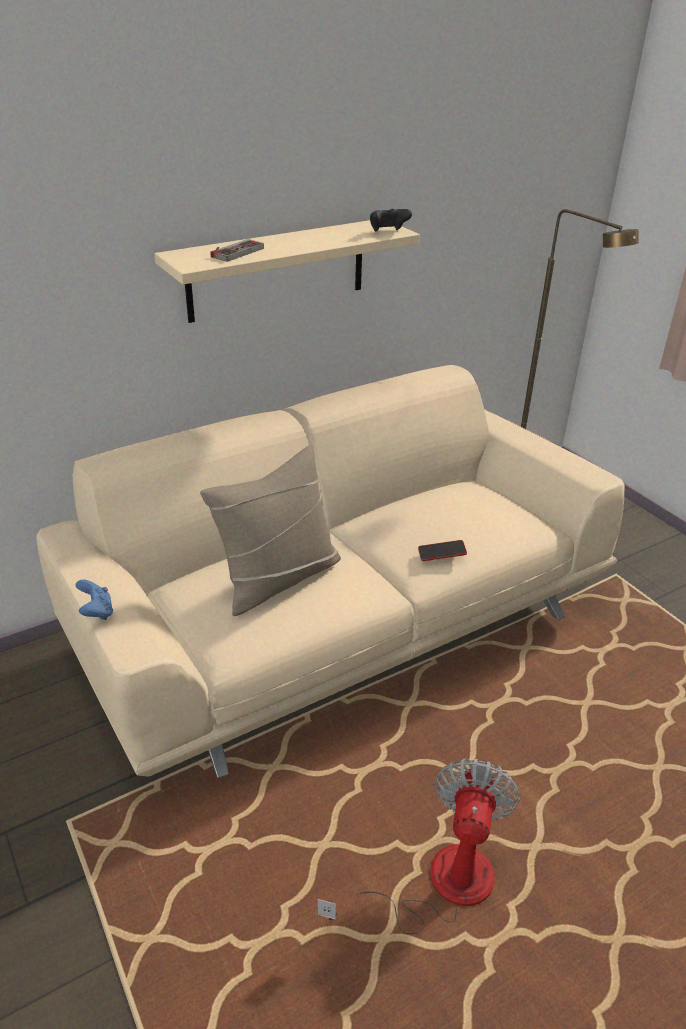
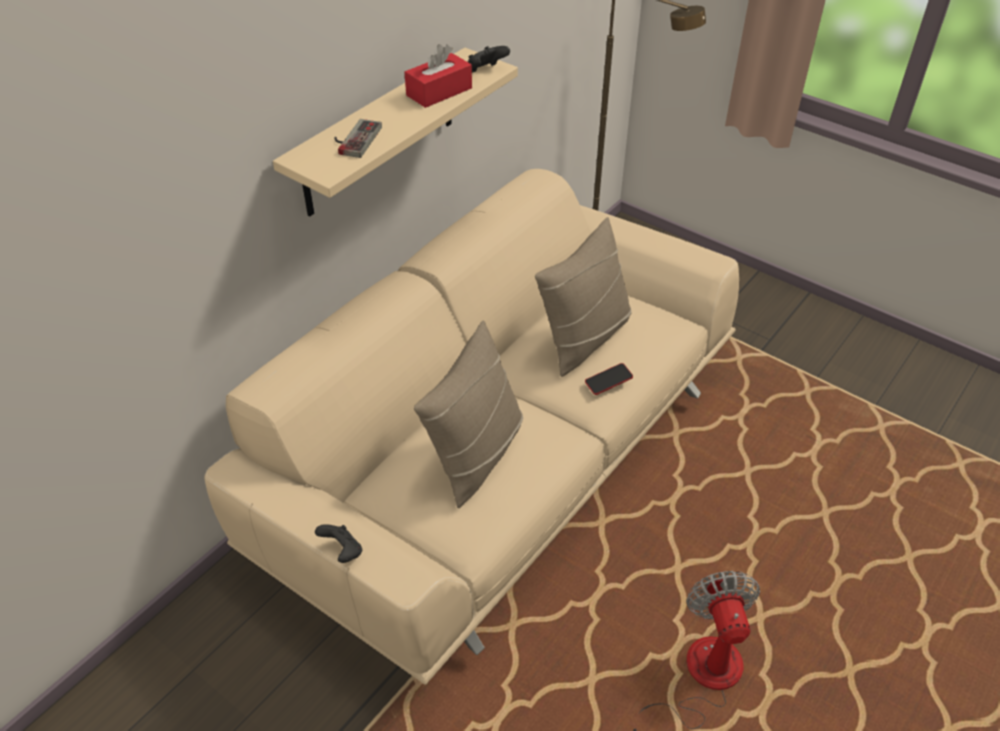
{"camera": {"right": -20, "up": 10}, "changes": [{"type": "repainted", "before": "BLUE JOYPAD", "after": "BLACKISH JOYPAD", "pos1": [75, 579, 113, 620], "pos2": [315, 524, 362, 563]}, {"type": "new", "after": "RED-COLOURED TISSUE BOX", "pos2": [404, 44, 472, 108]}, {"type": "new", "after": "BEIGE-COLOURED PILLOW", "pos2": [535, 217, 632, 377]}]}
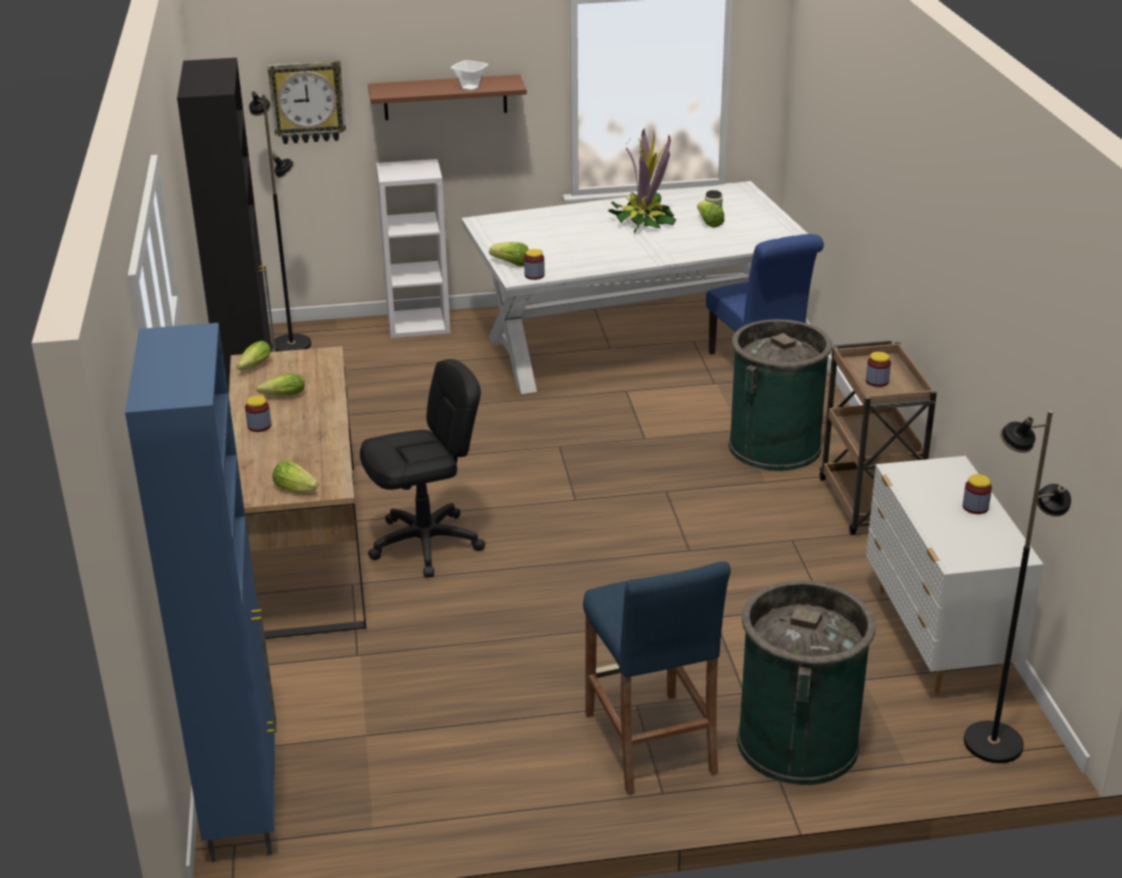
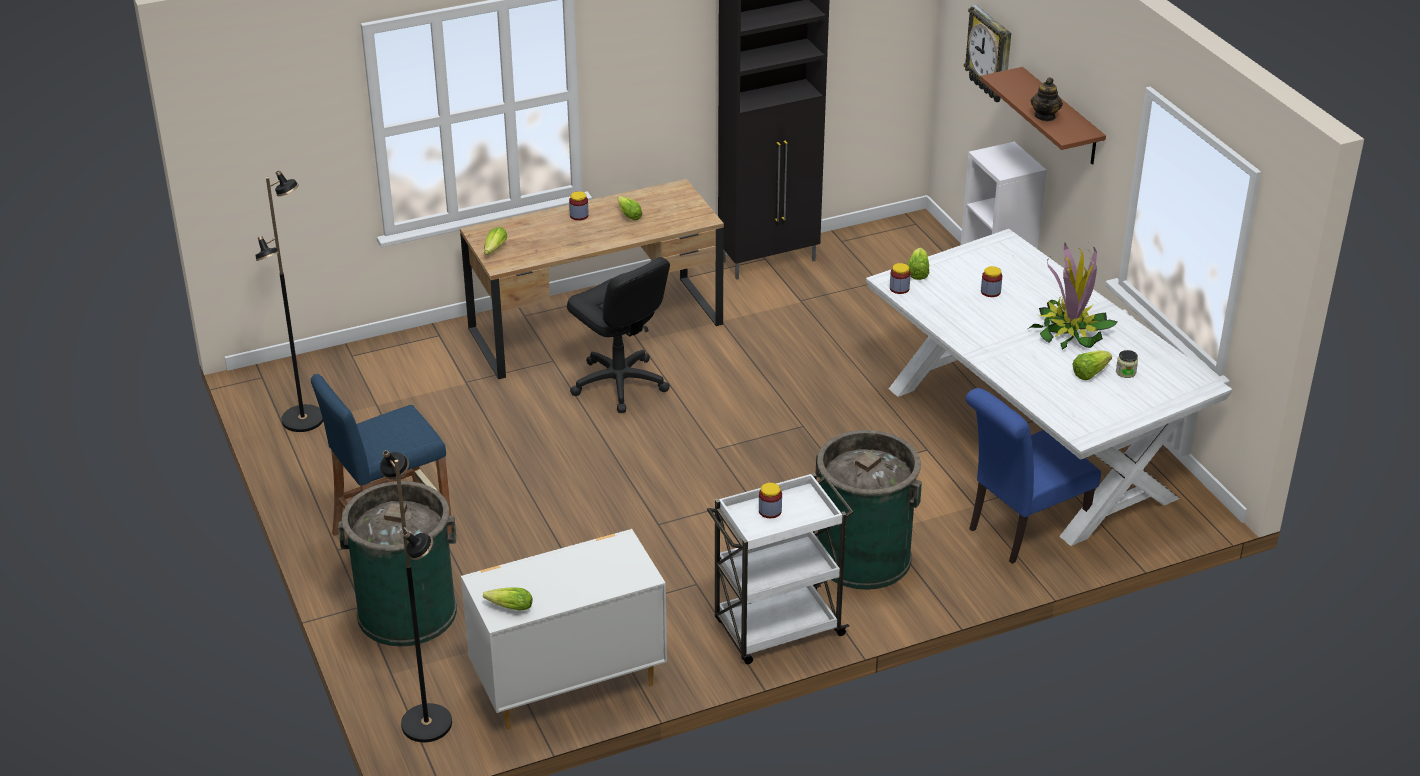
{"camera": {"right": 75, "up": 5}, "changes": [{"type": "swapped", "before": "DEEP DISH", "after": "TEAPOT", "pos1": [451, 60, 488, 91], "pos2": [1031, 78, 1063, 121]}, {"type": "shifted", "before": "BLACKISH FLOOR LAMP", "pos1": [249, 91, 311, 352], "pos2": [255, 170, 323, 432]}, {"type": "gone", "before": "BLUE CUPBOARD", "pos1": [125, 323, 277, 862]}, {"type": "shifted", "before": "HEAD OF LETTUCE", "pos1": [236, 341, 271, 370], "pos2": [483, 587, 533, 611]}, {"type": "repainted", "before": "BROWN-COLOURED WHEELED CART", "after": "WHITE WHEELED CART", "pos1": [819, 341, 937, 535], "pos2": [707, 473, 854, 664]}, {"type": "shifted", "before": "STORAGE JAR", "pos1": [962, 474, 992, 514], "pos2": [981, 266, 1002, 297]}]}
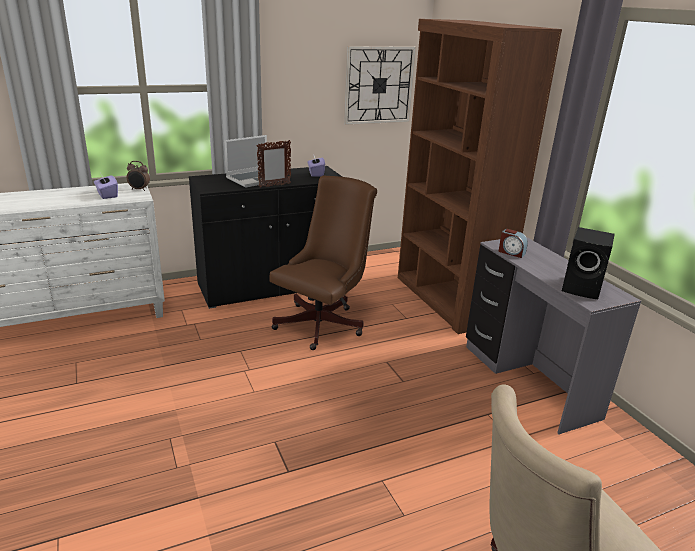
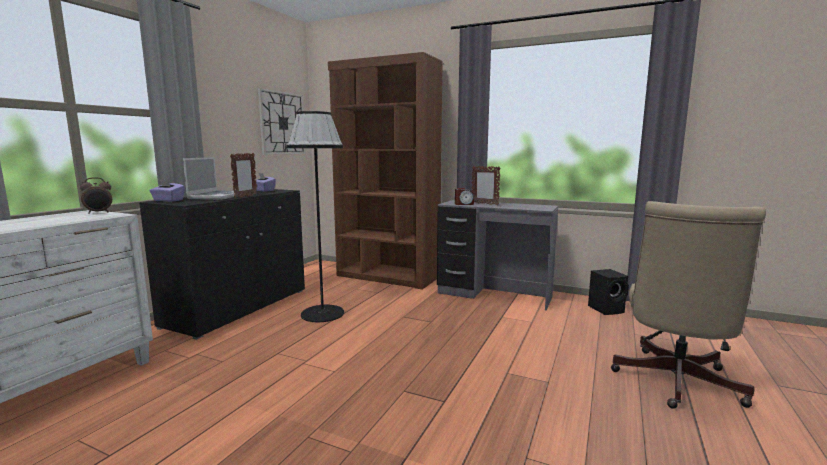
{"camera": {"right": -40, "up": -15}, "changes": [{"type": "shifted", "before": "PURPLE-COLOURED TISSUE BOX", "pos1": [94, 174, 118, 199], "pos2": [149, 179, 185, 202]}, {"type": "swapped", "before": "BROWN-COLOURED DESK CHAIR", "after": "BLACKISH FLOOR LAMP", "pos1": [270, 176, 377, 350], "pos2": [287, 111, 344, 322]}, {"type": "shifted", "before": "BLACKISH SPEAKER", "pos1": [562, 227, 615, 299], "pos2": [588, 269, 629, 315]}, {"type": "new", "after": "PICTURE FRAME", "pos2": [472, 166, 500, 205]}]}
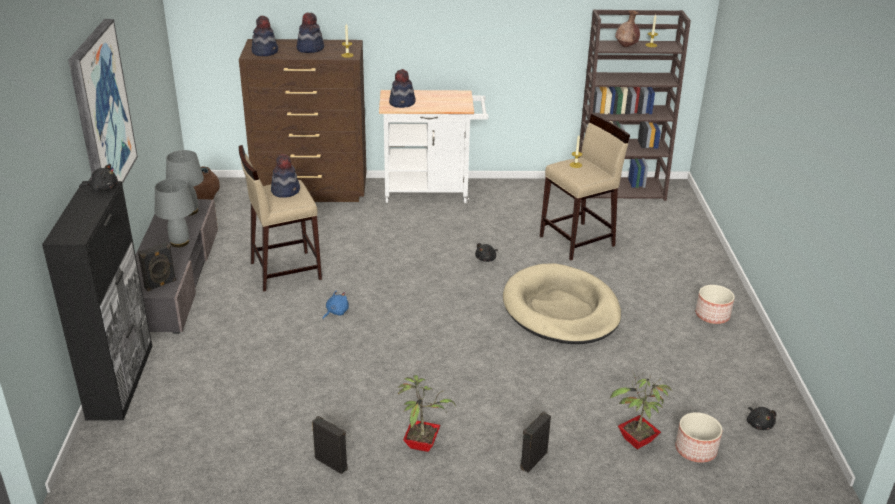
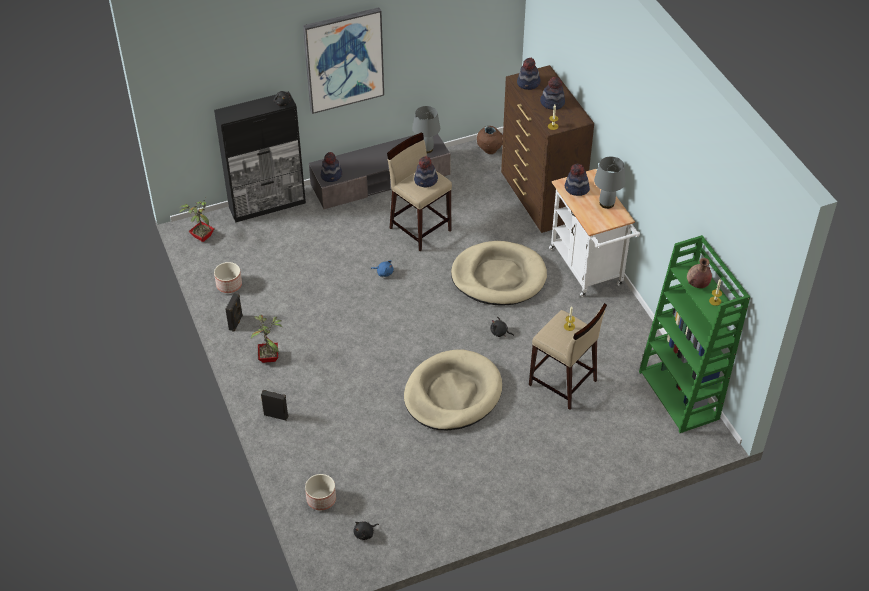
{"camera": {"right": 70, "up": 15}, "changes": [{"type": "repainted", "before": "BROWN-COLOURED BOOKSHELF", "after": "GREEN-COLOURED BOOKSHELF", "pos1": [578, 9, 691, 201], "pos2": [639, 235, 750, 433]}, {"type": "shifted", "before": "GREY TABLE LAMP", "pos1": [155, 178, 195, 247], "pos2": [594, 157, 625, 209]}, {"type": "swapped", "before": "BLACKISH SPEAKER", "after": "CLOTHING HAT", "pos1": [138, 242, 176, 292], "pos2": [321, 152, 342, 182]}, {"type": "shifted", "before": "FLOWER POT", "pos1": [696, 285, 735, 324], "pos2": [214, 262, 242, 293]}, {"type": "shifted", "before": "POTTED PLANT", "pos1": [610, 371, 672, 449], "pos2": [179, 196, 215, 242]}, {"type": "new", "after": "BEIGE-COLOURED DOG BED", "pos2": [451, 241, 547, 305]}]}
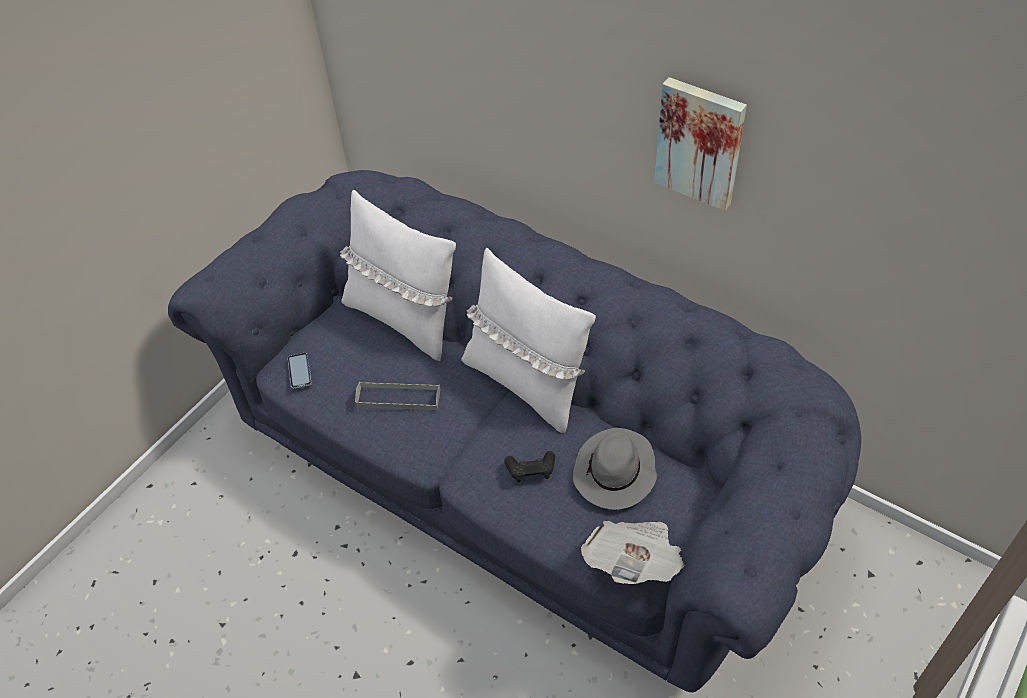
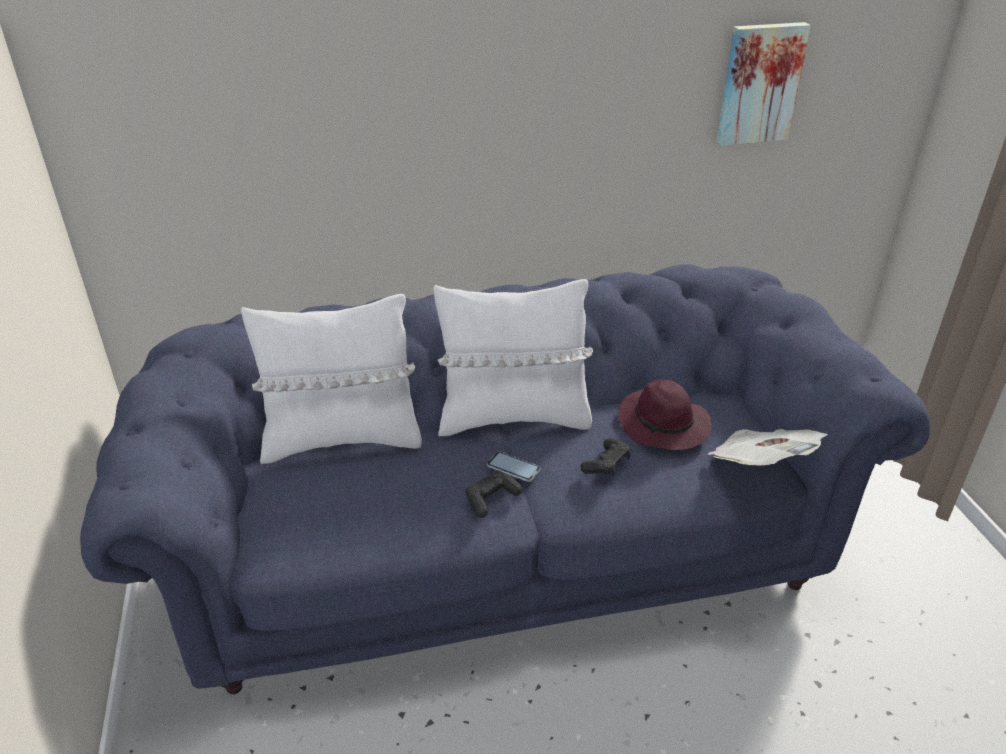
{"camera": {"right": -50, "up": -15}, "changes": [{"type": "shifted", "before": "WALL ART", "pos1": [654, 77, 747, 211], "pos2": [717, 22, 811, 145]}, {"type": "shifted", "before": "TELEPHONE", "pos1": [287, 353, 312, 389], "pos2": [487, 451, 540, 482]}, {"type": "gone", "before": "GREY SERVING TRAY", "pos1": [355, 382, 441, 410]}, {"type": "repainted", "before": "GREY CLOTHING HAT", "after": "PURPLE-COLOURED CLOTHING HAT", "pos1": [573, 428, 657, 510], "pos2": [618, 380, 712, 450]}, {"type": "new", "after": "BLACKISH JOYPAD", "pos2": [466, 470, 522, 518]}]}
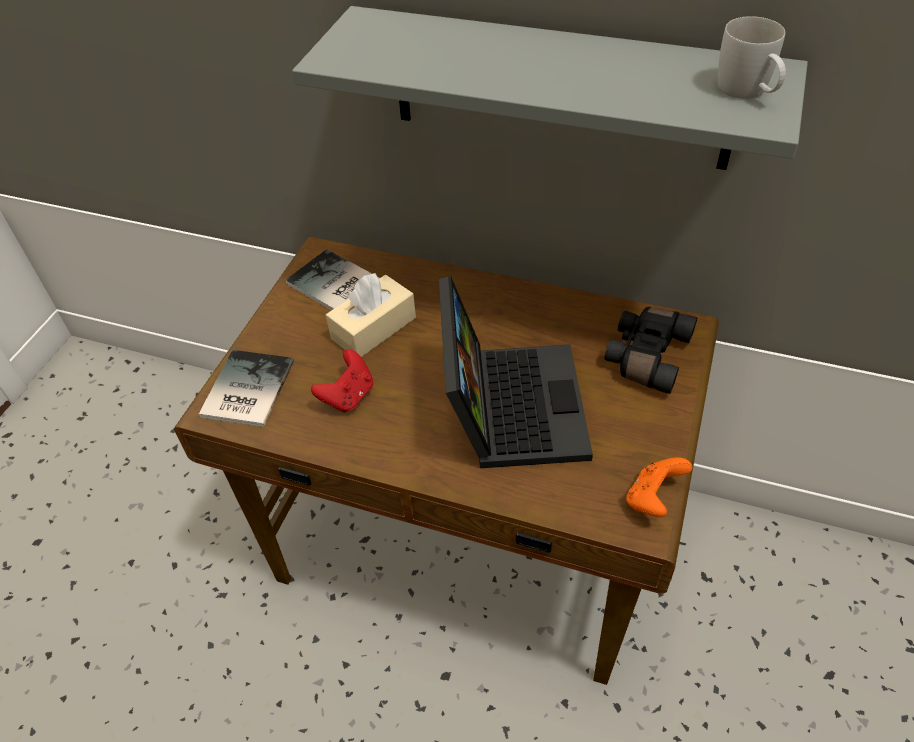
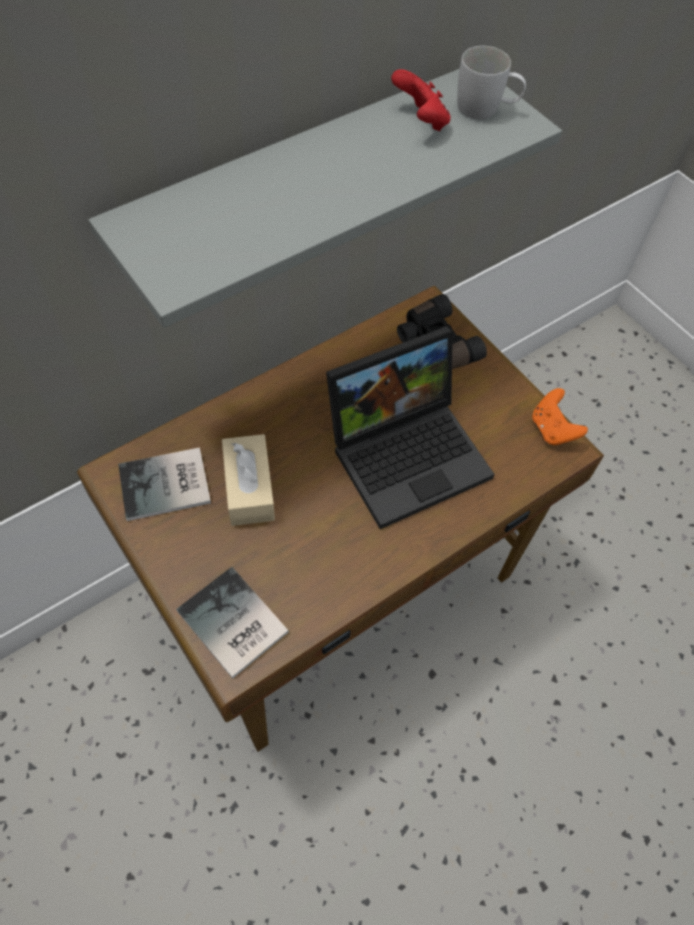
{"camera": {"right": -60, "up": 10}, "changes": [{"type": "rotated", "before": "NOTEBOOK COMPUTER", "pos1": [439, 276, 593, 468], "pos2": [326, 326, 495, 529], "turn": 120}, {"type": "shifted", "before": "RED-COLOURED JOYPAD", "pos1": [311, 349, 373, 413], "pos2": [391, 69, 451, 131]}]}
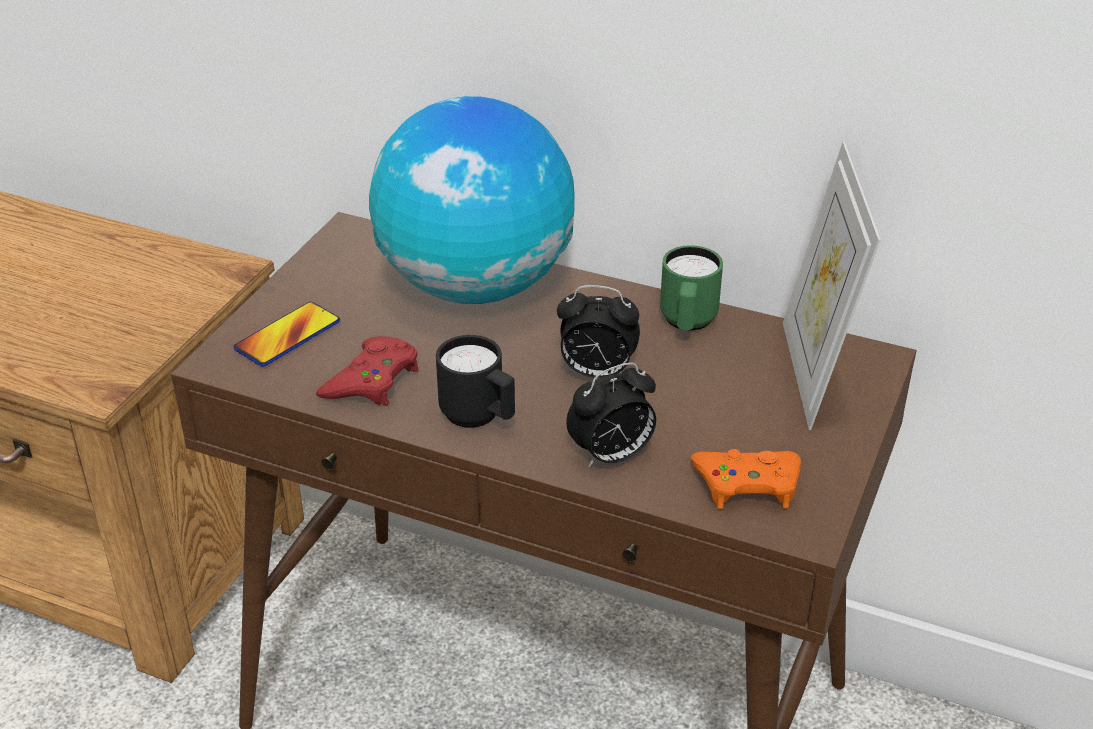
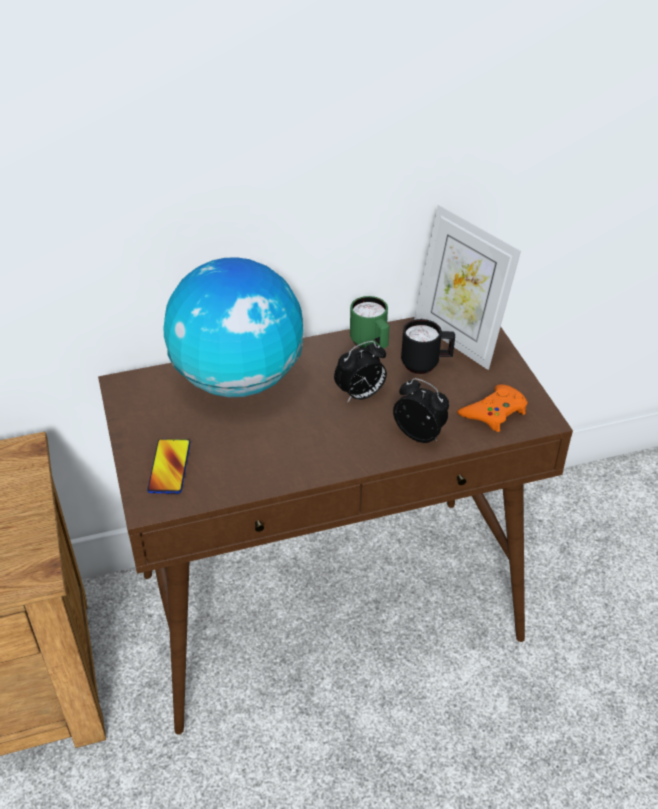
{"camera": {"right": -40, "up": 5}, "changes": [{"type": "shifted", "before": "BLACKISH MUG", "pos1": [436, 335, 515, 428], "pos2": [401, 319, 455, 374]}, {"type": "gone", "before": "RED-COLOURED JOYPAD", "pos1": [316, 336, 419, 405]}, {"type": "rotated", "before": "BEDSIDE CLOCK", "pos1": [566, 362, 656, 468], "pos2": [393, 378, 449, 443], "turn": -75}]}
